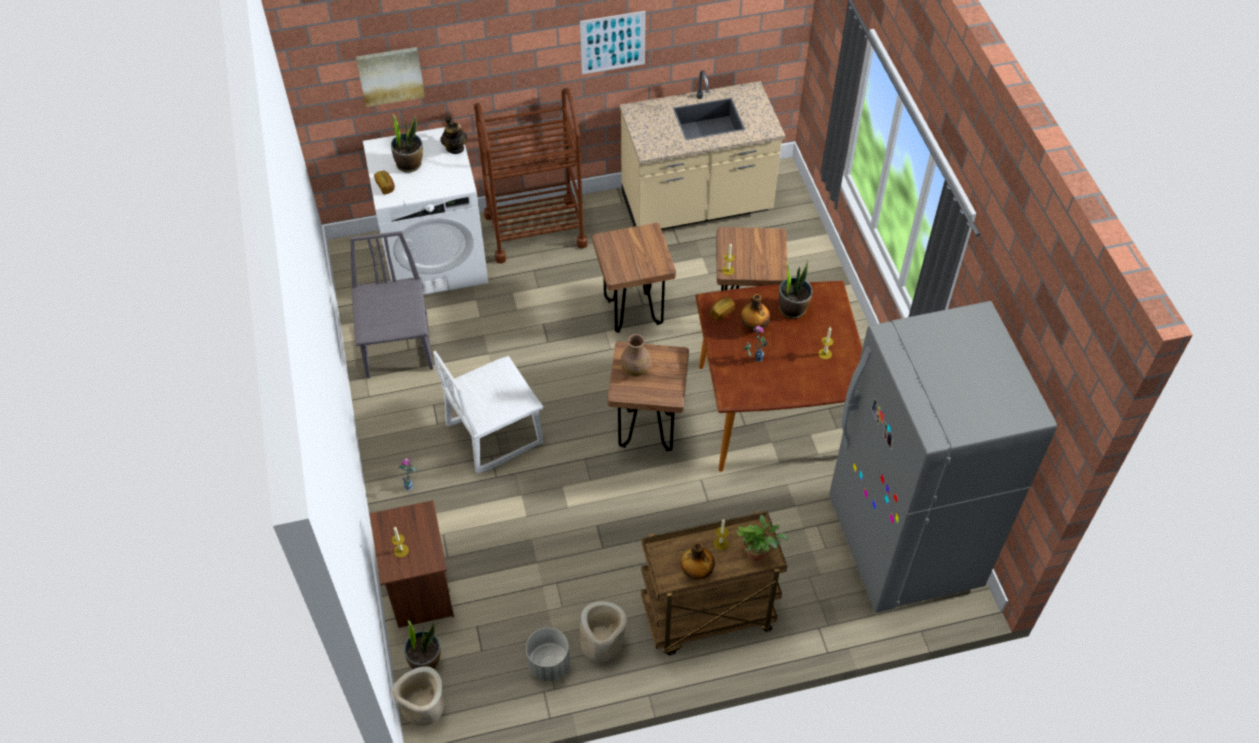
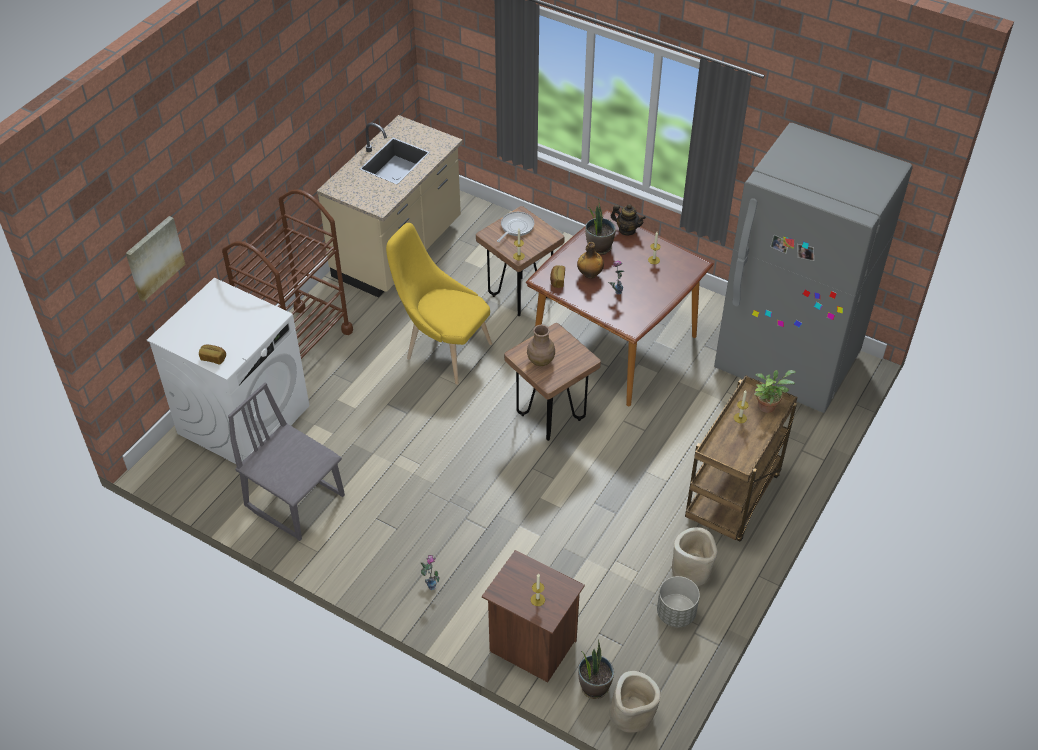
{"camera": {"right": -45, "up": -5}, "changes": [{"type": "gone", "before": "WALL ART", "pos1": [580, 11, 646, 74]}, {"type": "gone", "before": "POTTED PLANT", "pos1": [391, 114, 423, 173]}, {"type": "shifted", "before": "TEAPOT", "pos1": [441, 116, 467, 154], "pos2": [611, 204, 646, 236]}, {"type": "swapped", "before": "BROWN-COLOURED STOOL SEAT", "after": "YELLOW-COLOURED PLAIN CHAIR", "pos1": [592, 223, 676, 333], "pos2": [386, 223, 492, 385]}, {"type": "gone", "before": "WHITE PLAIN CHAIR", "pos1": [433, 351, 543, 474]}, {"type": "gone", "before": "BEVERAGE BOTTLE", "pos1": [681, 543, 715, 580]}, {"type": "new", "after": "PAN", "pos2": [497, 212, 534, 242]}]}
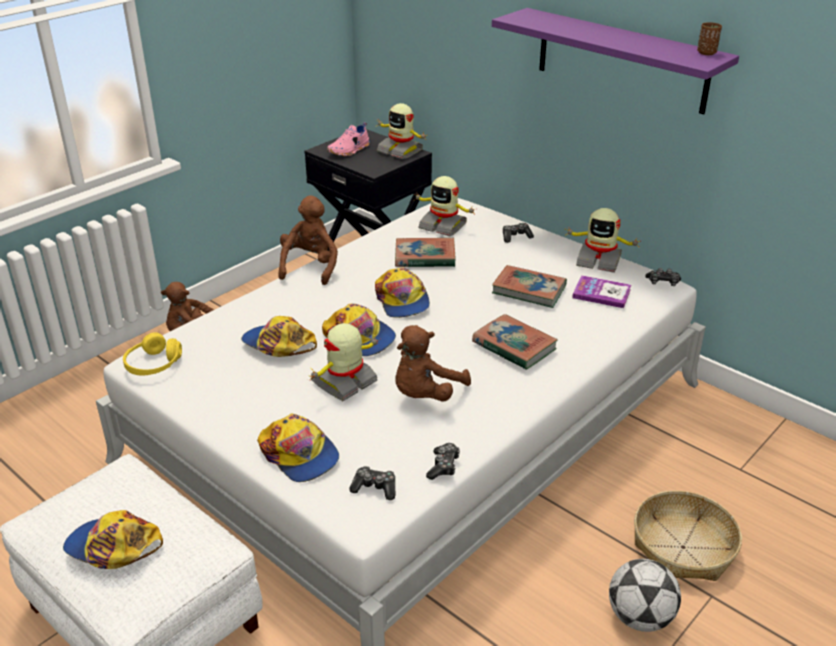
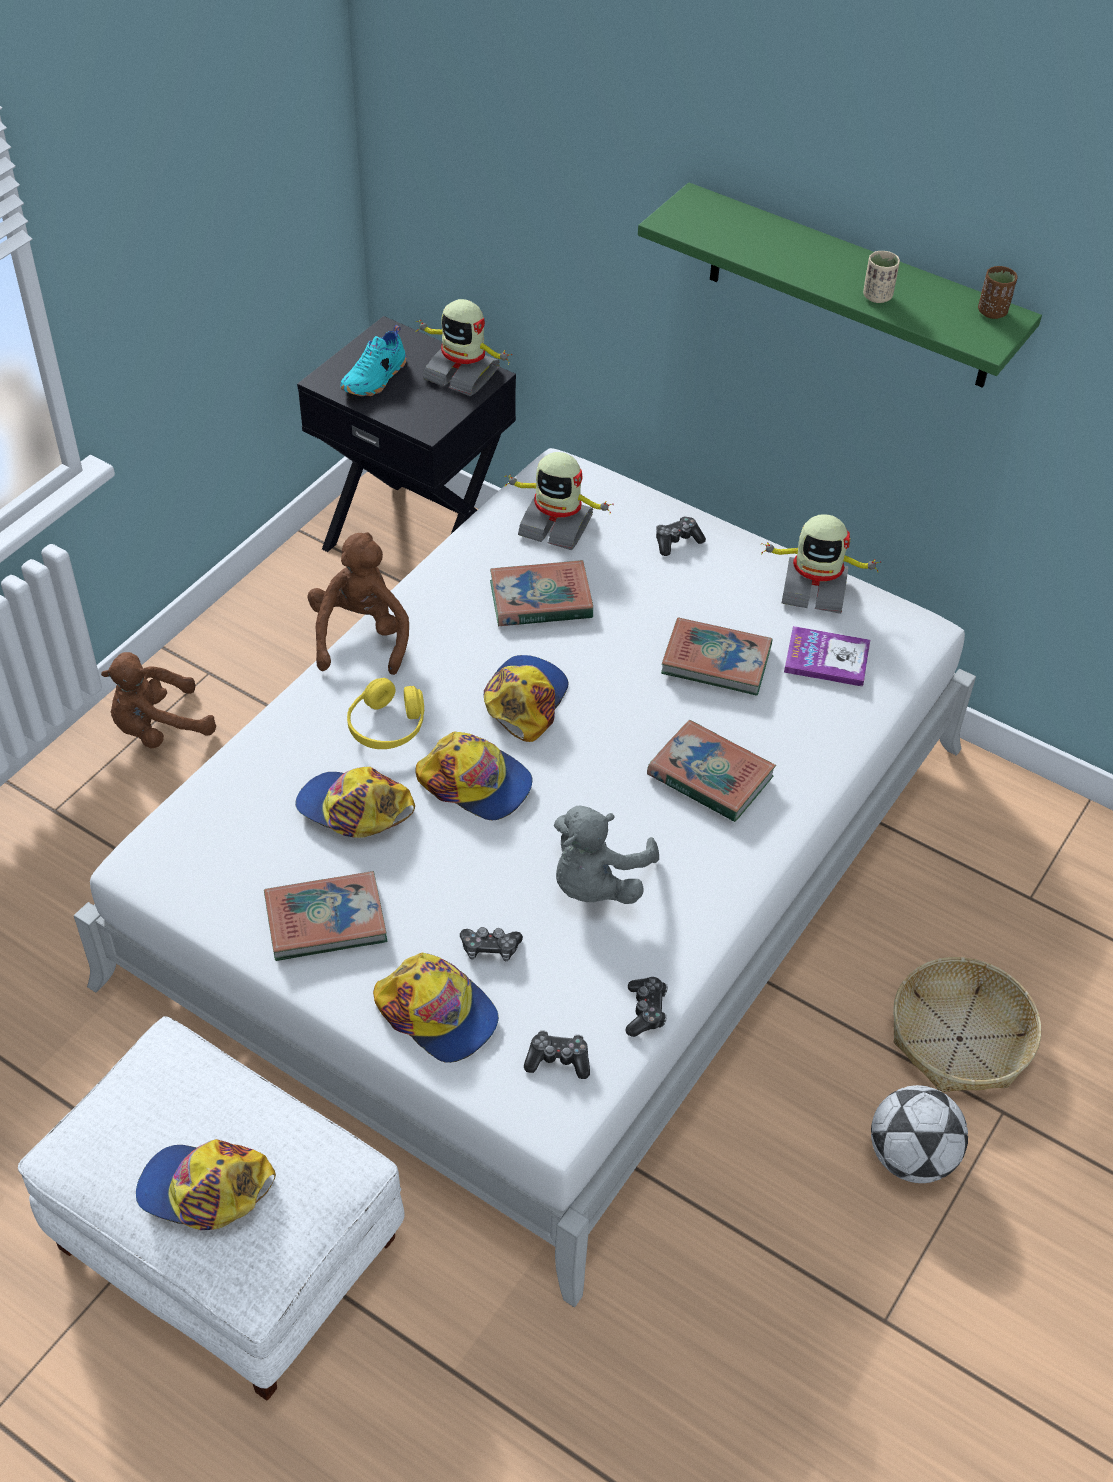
{"camera": {"right": -10, "up": 15}, "changes": [{"type": "repainted", "before": "PURPLE-COLOURED BRACKET SHELF", "after": "GREEN-COLOURED BRACKET SHELF", "pos1": [492, 8, 739, 115], "pos2": [638, 183, 1042, 388]}, {"type": "repainted", "before": "PINK-COLOURED LOW SHOE", "after": "BLUE-GREEN LOW SHOE", "pos1": [327, 122, 370, 156], "pos2": [341, 325, 406, 396]}, {"type": "rotated", "before": "CAP", "pos1": [375, 267, 430, 318], "pos2": [484, 655, 568, 742], "turn": -135}, {"type": "shifted", "before": "JOYPAD", "pos1": [645, 268, 681, 286], "pos2": [460, 927, 523, 961]}, {"type": "gone", "before": "MODEL ROBOT", "pos1": [310, 323, 381, 401]}, {"type": "repainted", "before": "BROWN-COLOURED PLUSH TOY", "after": "GREY PLUSH TOY", "pos1": [396, 325, 471, 401], "pos2": [554, 806, 659, 904]}, {"type": "shifted", "before": "YELLOW-COLOURED HEADPHONES", "pos1": [123, 332, 182, 376], "pos2": [347, 678, 424, 749]}, {"type": "new", "after": "BEIGE-COLOURED DRINKING CUP", "pos2": [863, 251, 900, 303]}, {"type": "new", "after": "VOLUME", "pos2": [264, 871, 387, 961]}]}
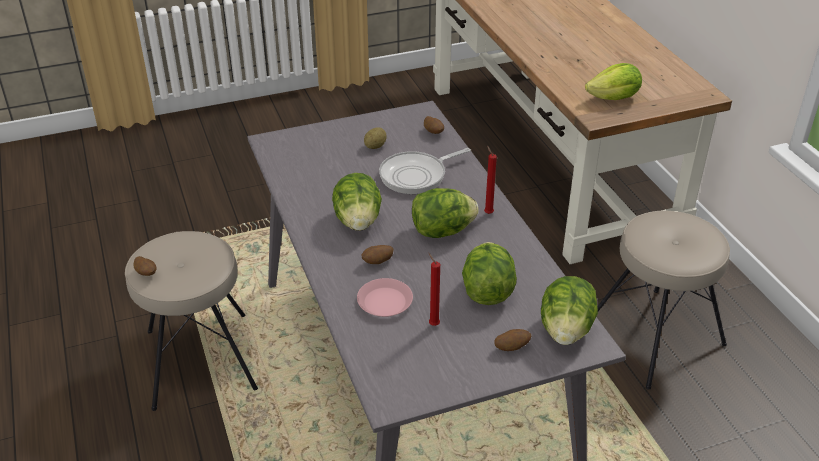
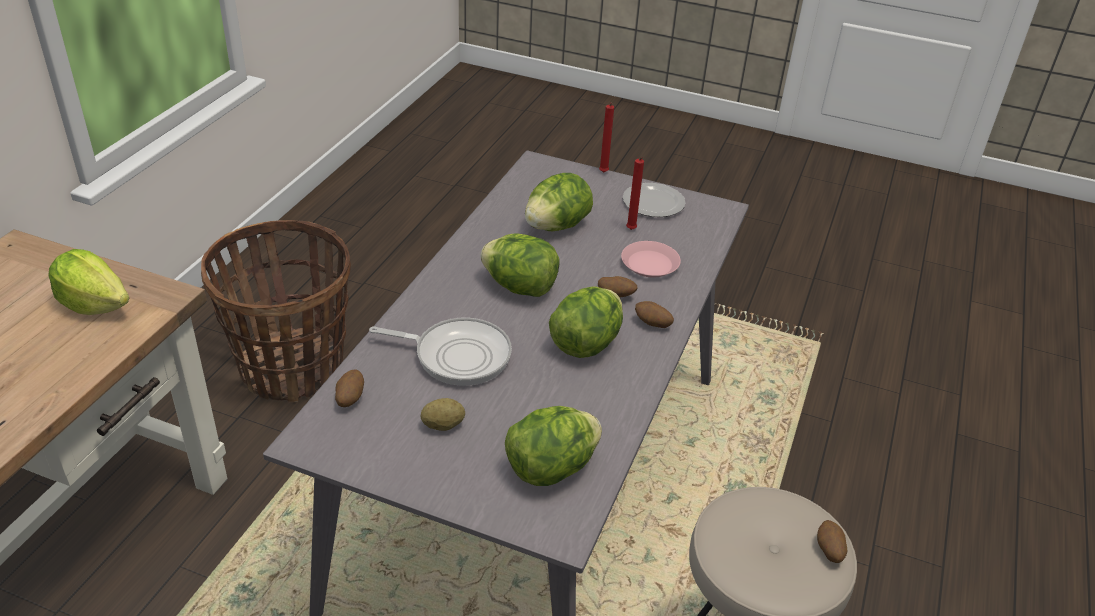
{"camera": {"right": -140, "up": 0}, "changes": [{"type": "shifted", "before": "RED-COLOURED WAX LIGHT", "pos1": [484, 146, 497, 214], "pos2": [599, 102, 614, 173]}, {"type": "swapped", "before": "BEIGE-COLOURED STOOL SEAT", "after": "BASKET", "pos1": [597, 211, 730, 390], "pos2": [201, 220, 351, 402]}, {"type": "shifted", "before": "HEAD OF LETTUCE", "pos1": [541, 276, 598, 345], "pos2": [505, 406, 602, 486]}, {"type": "shifted", "before": "POTATO", "pos1": [494, 329, 531, 351], "pos2": [635, 301, 674, 328]}, {"type": "new", "after": "FLAT DISH", "pos2": [623, 183, 686, 217]}]}
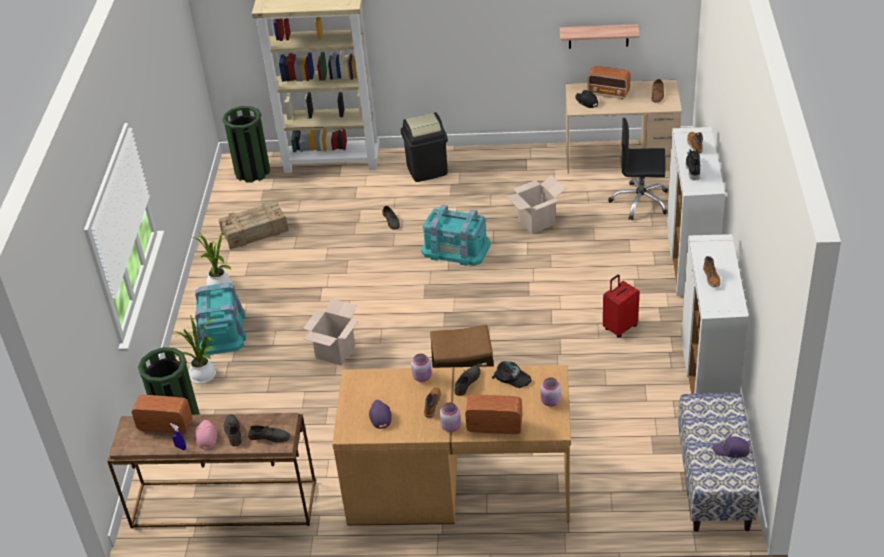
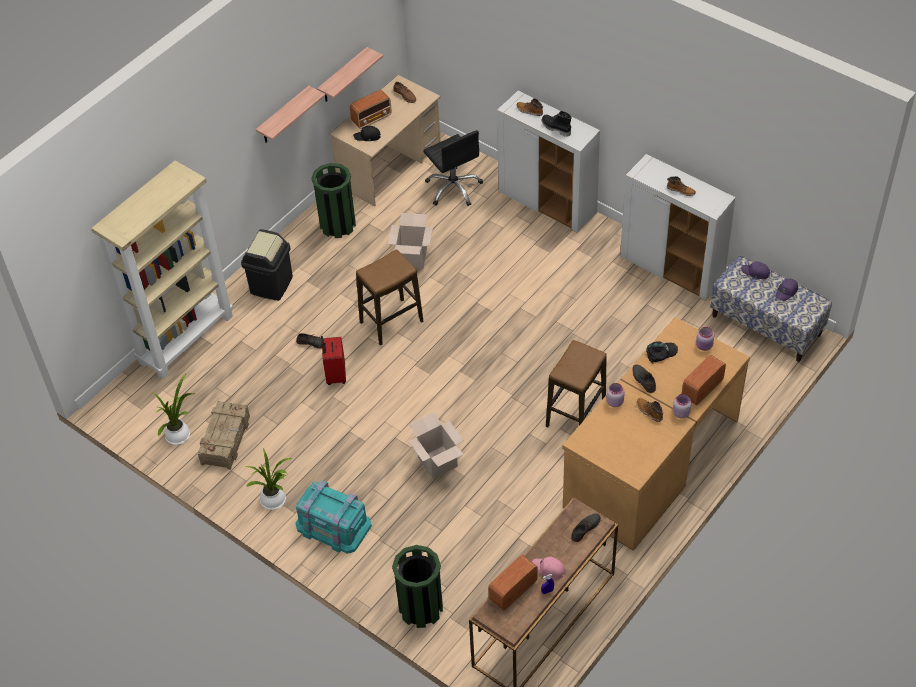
{"camera": {"right": -55, "up": 10}, "changes": [{"type": "shifted", "before": "GREEN-COLOURED WASTE BIN", "pos1": [222, 106, 270, 183], "pos2": [311, 163, 356, 238]}, {"type": "rotated", "before": "BLACKISH DESK CHAIR", "pos1": [608, 118, 668, 220], "pos2": [423, 130, 483, 206], "turn": -75}, {"type": "swapped", "before": "BLUE-GREEN STORAGE BIN", "after": "STOOL SEAT", "pos1": [421, 205, 491, 266], "pos2": [356, 249, 423, 346]}, {"type": "shifted", "before": "RED-COLOURED TRAVEL CASE", "pos1": [603, 274, 640, 338], "pos2": [321, 336, 346, 385]}, {"type": "shifted", "before": "POTTED PLANT", "pos1": [170, 315, 216, 384], "pos2": [151, 373, 193, 445]}, {"type": "shifted", "before": "PURPLE-COLOURED CAP", "pos1": [369, 400, 391, 429], "pos2": [741, 261, 770, 280]}, {"type": "gone", "before": "GREY LOW SHOE", "pos1": [224, 414, 242, 446]}, {"type": "new", "after": "BRACKET SHELF", "pos2": [256, 86, 325, 143]}]}
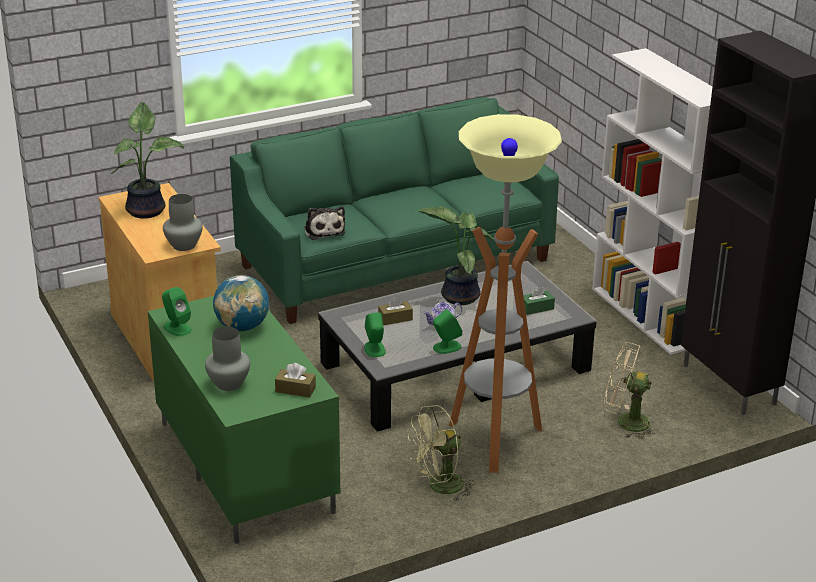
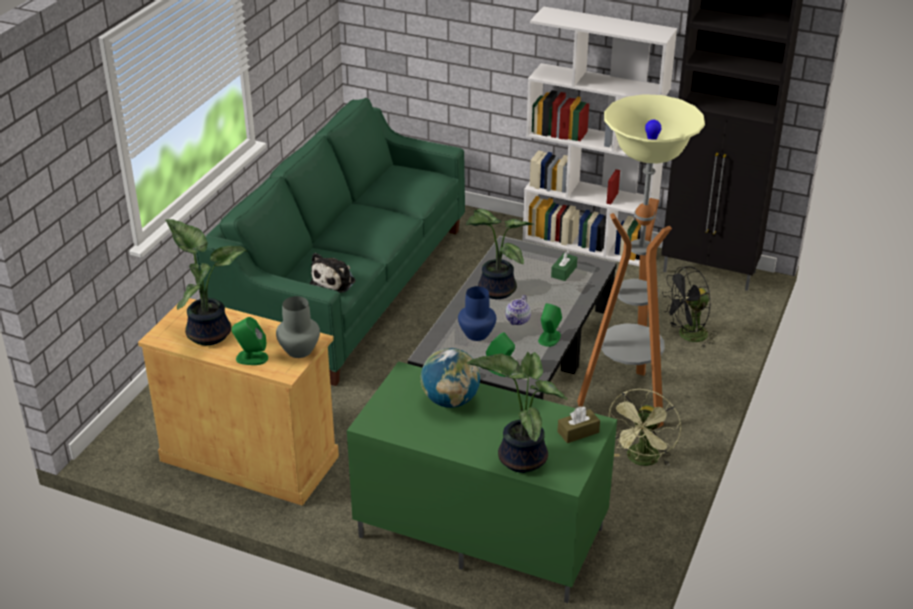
{"camera": {"right": -40, "up": 5}, "changes": [{"type": "rotated", "before": "PLUSH TOY", "pos1": [304, 206, 346, 240], "pos2": [310, 253, 355, 293], "turn": 90}, {"type": "shifted", "before": "GREEN-COLOURED SPEAKER", "pos1": [162, 287, 191, 336], "pos2": [232, 317, 268, 365]}, {"type": "swapped", "before": "BROWN-COLOURED TISSUE BOX", "after": "BLUE VASE", "pos1": [378, 297, 413, 325], "pos2": [458, 286, 496, 341]}, {"type": "swapped", "before": "GREY VASE", "after": "POTTED PLANT", "pos1": [205, 327, 250, 391], "pos2": [467, 352, 568, 473]}, {"type": "repainted", "before": "BEIGE-COLOURED FAN", "after": "BLACKISH FAN", "pos1": [604, 342, 658, 439], "pos2": [662, 266, 718, 348]}]}
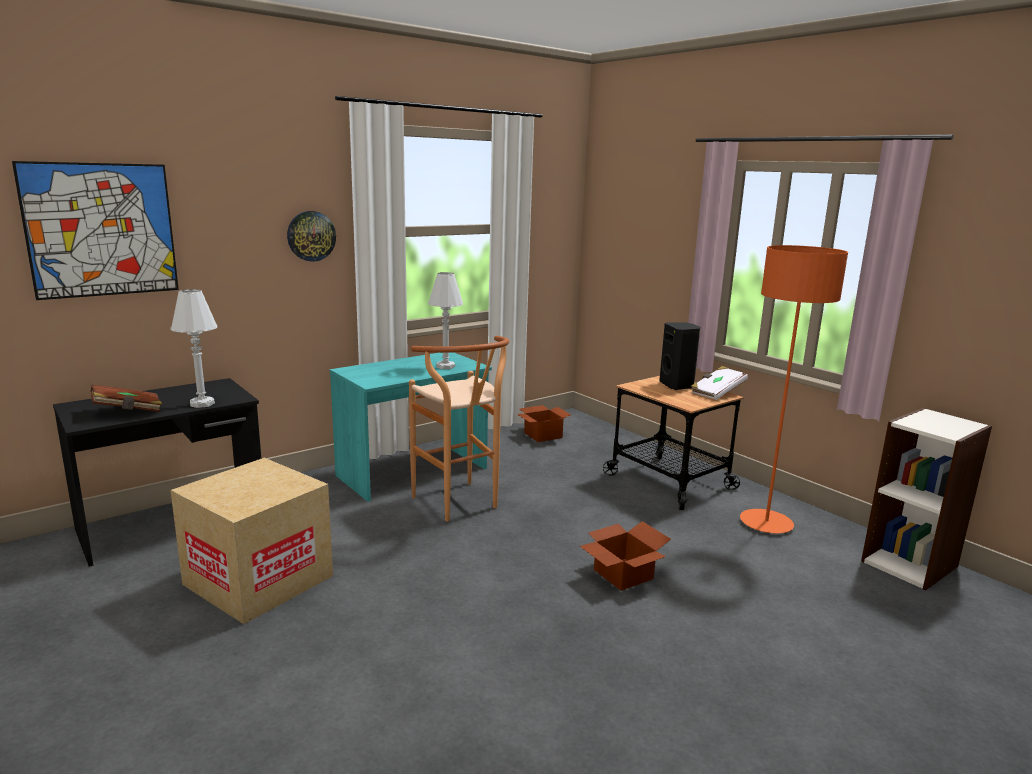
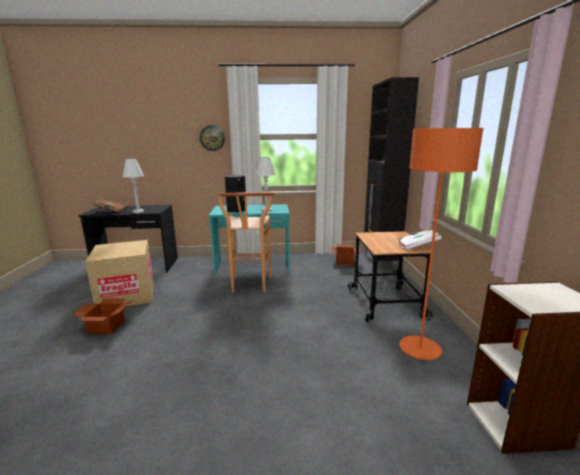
{"camera": {"right": 35, "up": 0}, "changes": [{"type": "gone", "before": "WALL ART", "pos1": [12, 161, 179, 300]}, {"type": "shifted", "before": "BLACKISH SPEAKER", "pos1": [659, 322, 700, 390], "pos2": [225, 175, 246, 212]}, {"type": "shifted", "before": "CARDBOARD BOX", "pos1": [580, 521, 671, 591], "pos2": [71, 298, 132, 334]}, {"type": "new", "after": "BLACKISH CUPBOARD", "pos2": [364, 77, 419, 272]}]}
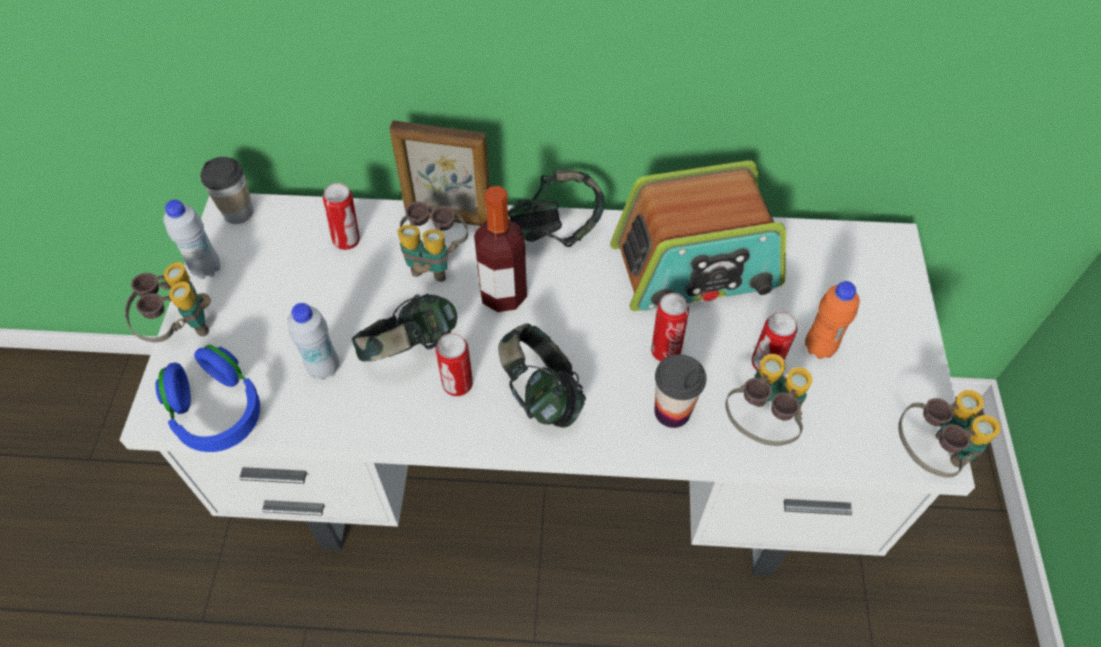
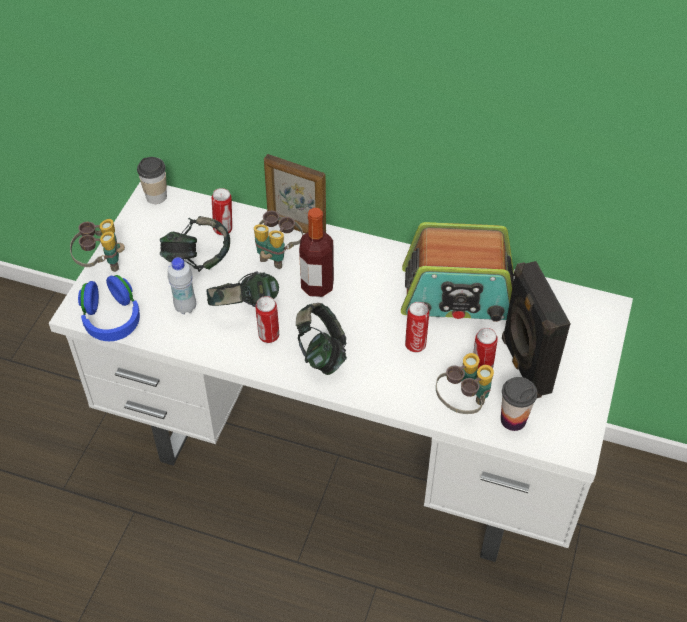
{"camera": {"right": 15, "up": -5}, "changes": [{"type": "shifted", "before": "HEADPHONES", "pos1": [508, 170, 605, 247], "pos2": [160, 216, 230, 272]}, {"type": "gone", "before": "WHITE BEVERAGE BOTTLE", "pos1": [163, 200, 220, 279]}, {"type": "swapped", "before": "ORANGEY BEVERAGE BOTTLE", "after": "BLACKISH SPEAKER", "pos1": [805, 281, 860, 359], "pos2": [502, 261, 571, 398]}, {"type": "shifted", "before": "DRINKING CUP", "pos1": [655, 354, 706, 428], "pos2": [501, 377, 538, 431]}, {"type": "gone", "before": "BINOCULARS", "pos1": [898, 390, 1001, 478]}]}
